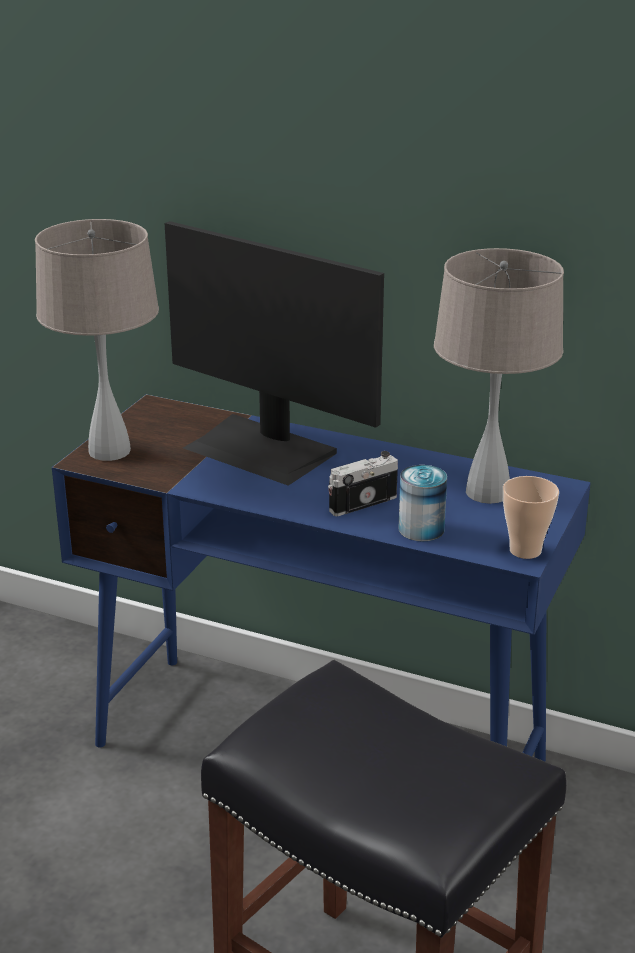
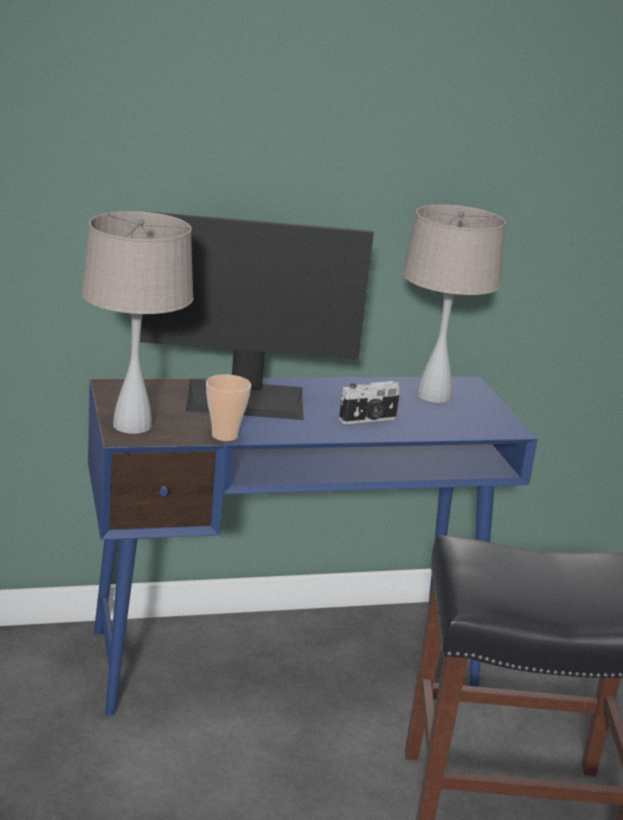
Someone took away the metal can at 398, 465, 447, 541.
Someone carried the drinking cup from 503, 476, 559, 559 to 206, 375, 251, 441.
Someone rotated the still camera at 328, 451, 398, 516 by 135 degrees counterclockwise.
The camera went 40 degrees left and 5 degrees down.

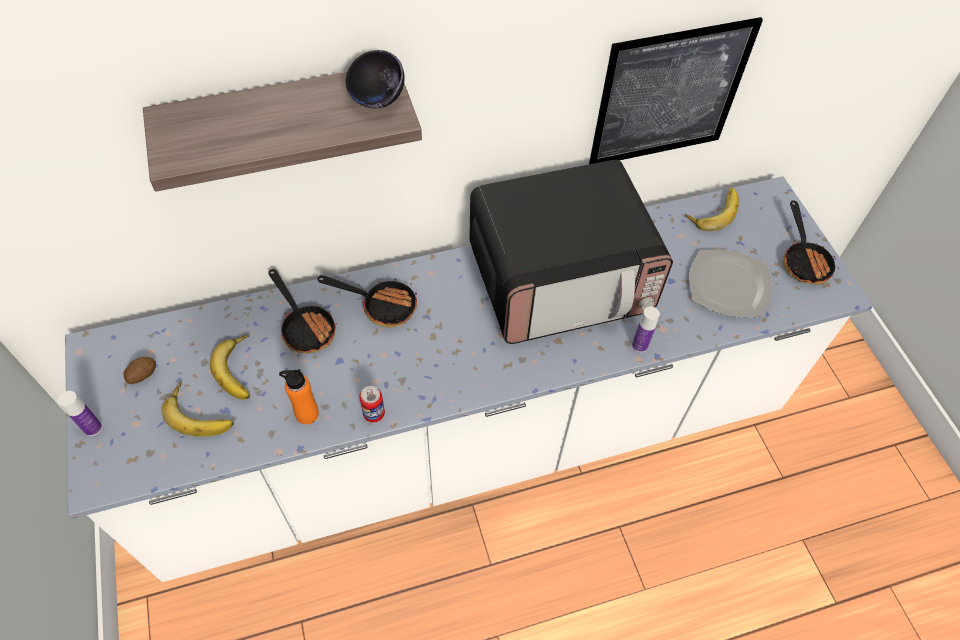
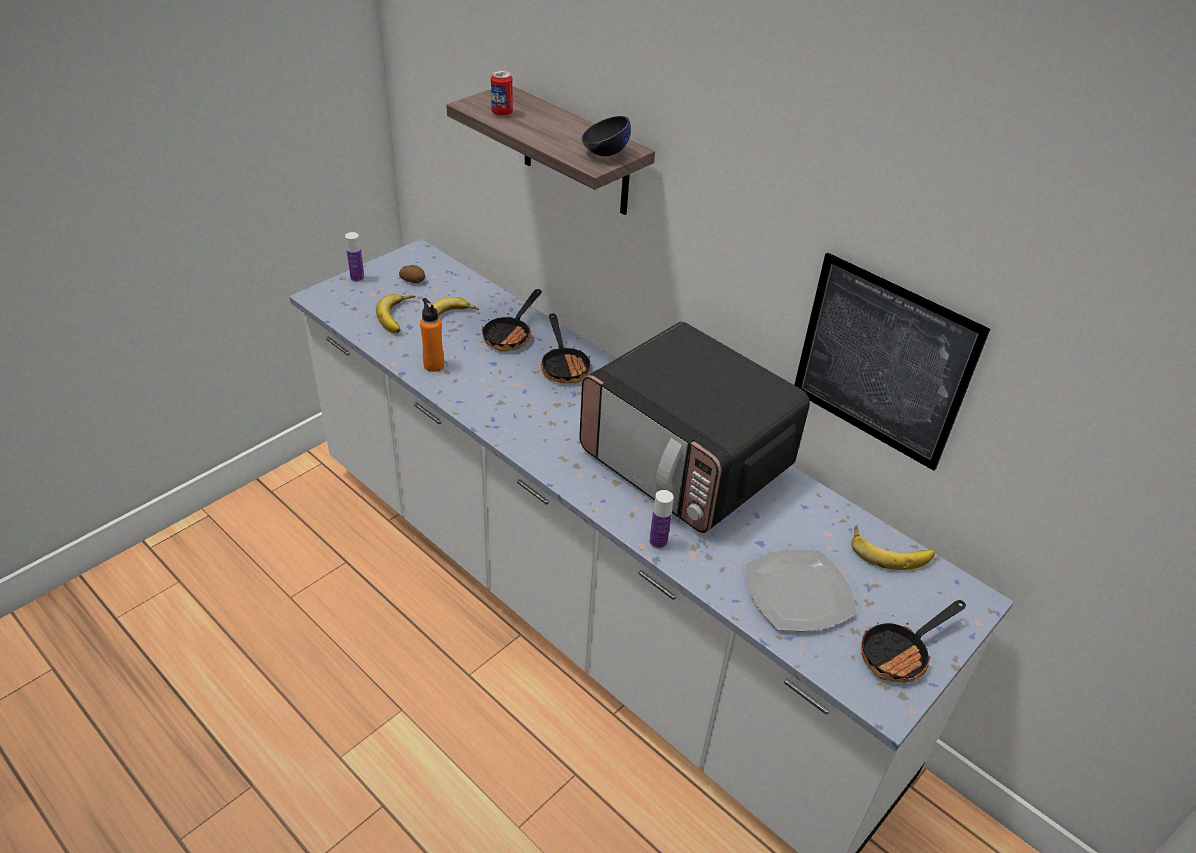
Someone carried the metal can from 359, 386, 385, 423 to 491, 70, 513, 116.
The camera went 60 degrees right and 15 degrees down.

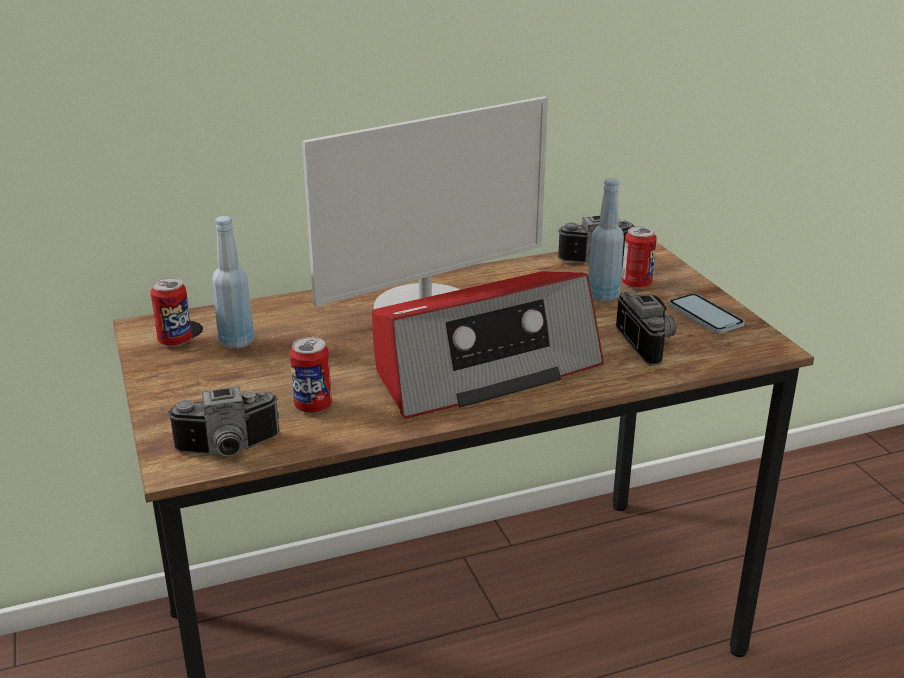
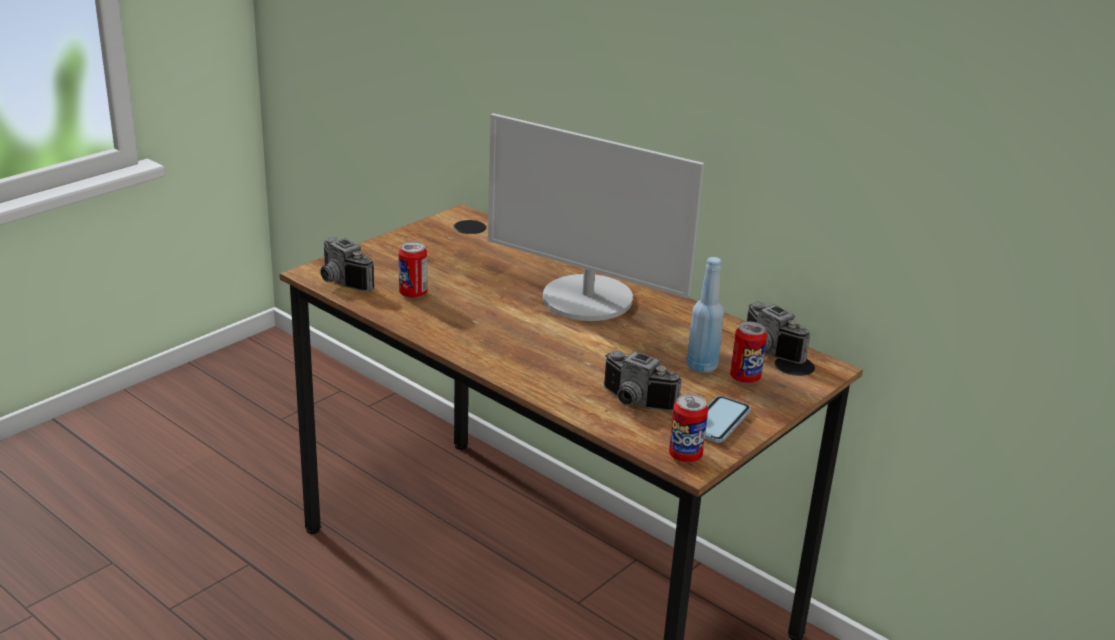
Someone took away the blue-coloured bottle at 212, 216, 254, 349.
Someone took away the radio at 372, 271, 604, 419.
Someone carried the metal can from 150, 278, 192, 347 to 669, 394, 708, 463.
Someone rotated the still camera at 616, 292, 677, 366 by 75 degrees clockwise.
The camera went 60 degrees right and 0 degrees up.

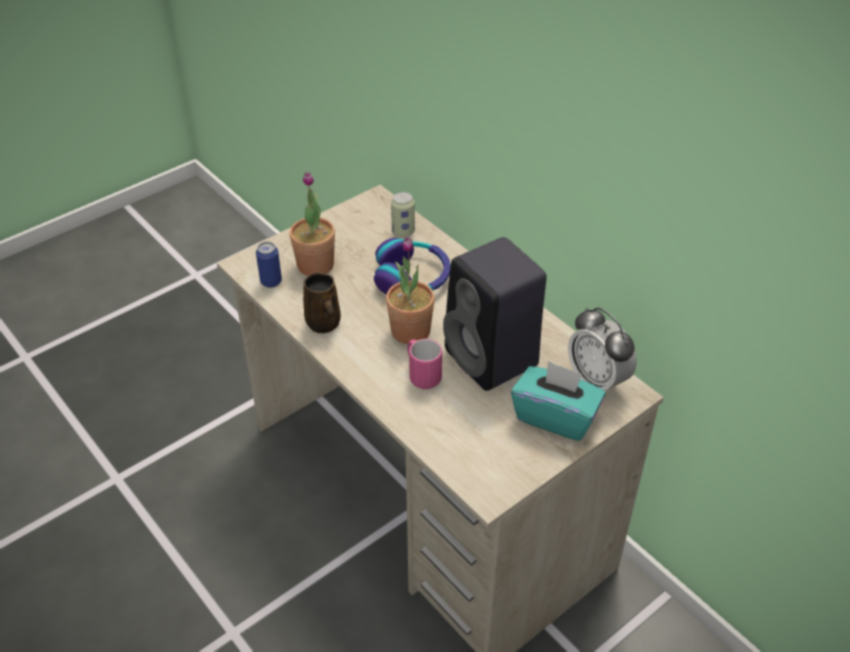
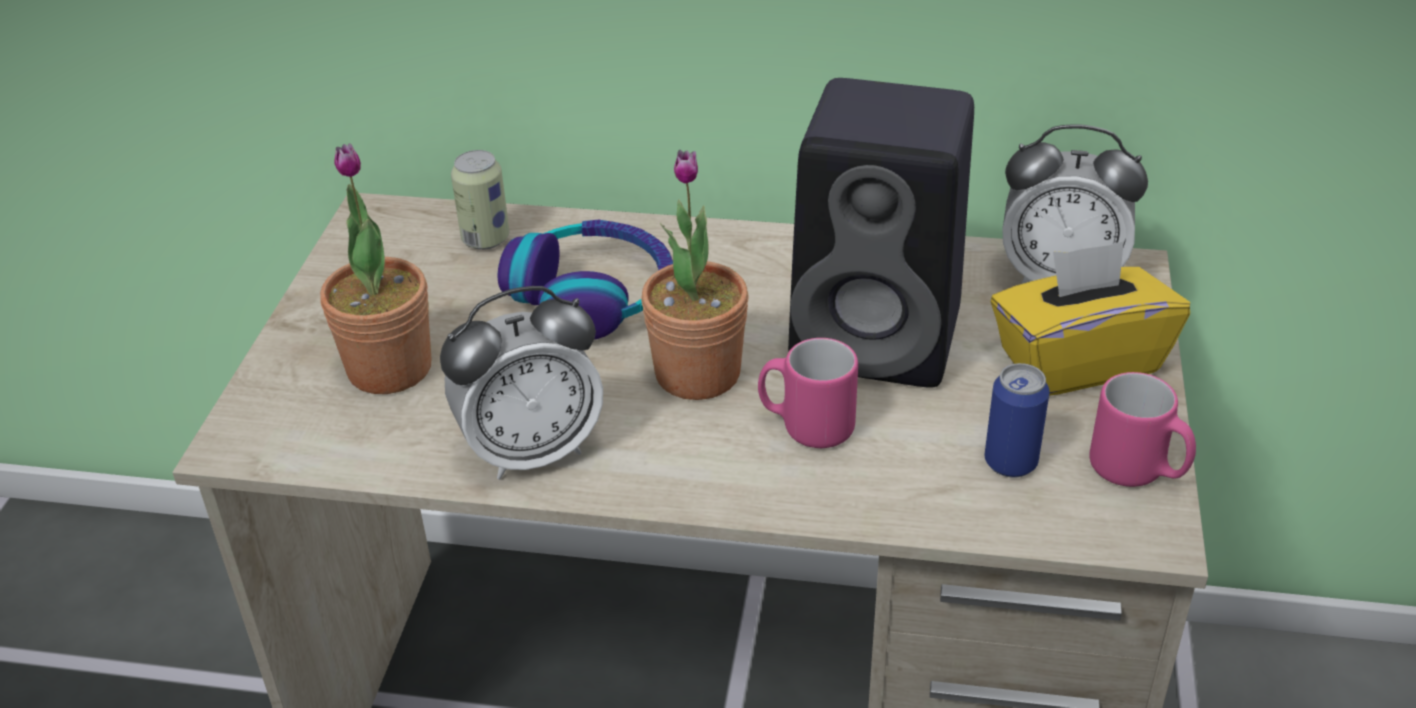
Someone put down the pinkish coffee mug at 1090, 372, 1196, 487.
Someone carried the metal can from 256, 241, 282, 288 to 985, 363, 1050, 478.
Someone swapped the brownish coffee mug at 303, 272, 341, 333 for the table clock at 440, 286, 603, 479.
Someone repainted the turquoise tissue box at 511, 361, 606, 441, which became the yellow-coloured tissue box at 991, 241, 1190, 396.
The camera went 40 degrees left and 5 degrees down.

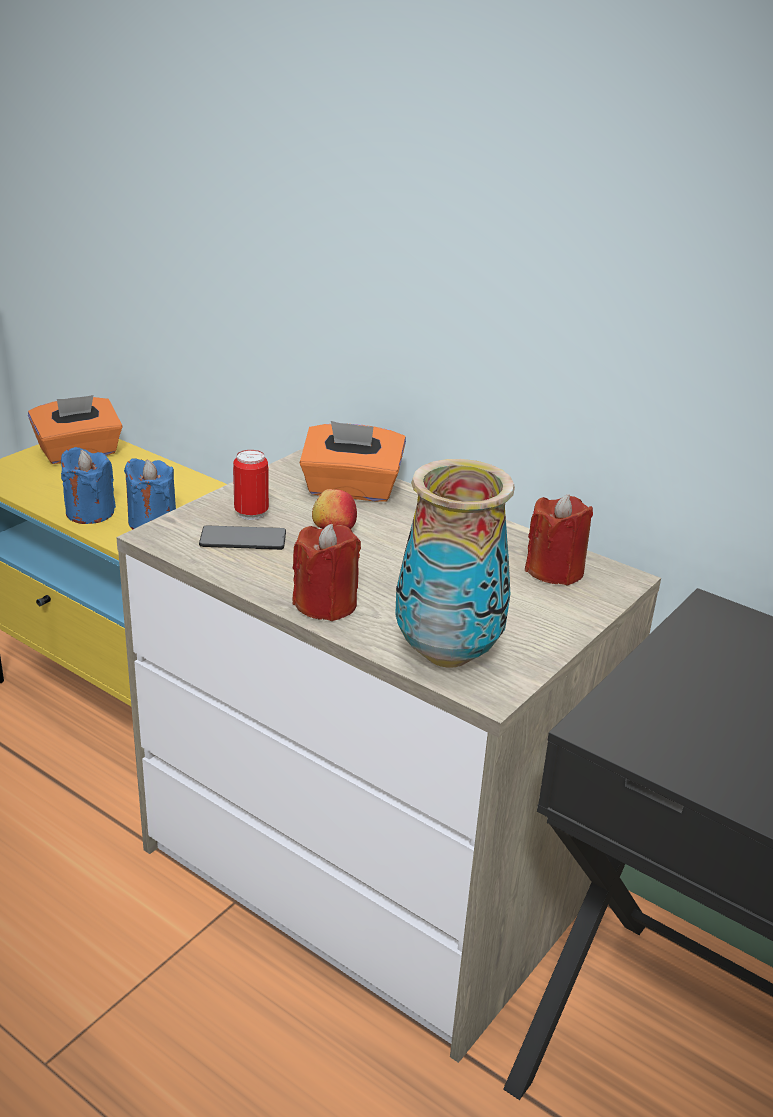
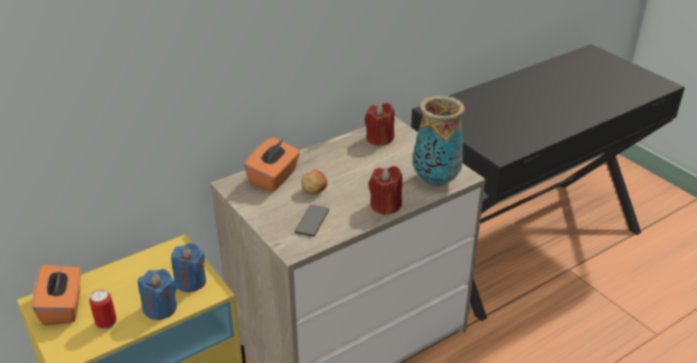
Someone carried the metal can from 233, 450, 269, 520 to 89, 290, 117, 330.
The camera went 70 degrees left and 5 degrees up.

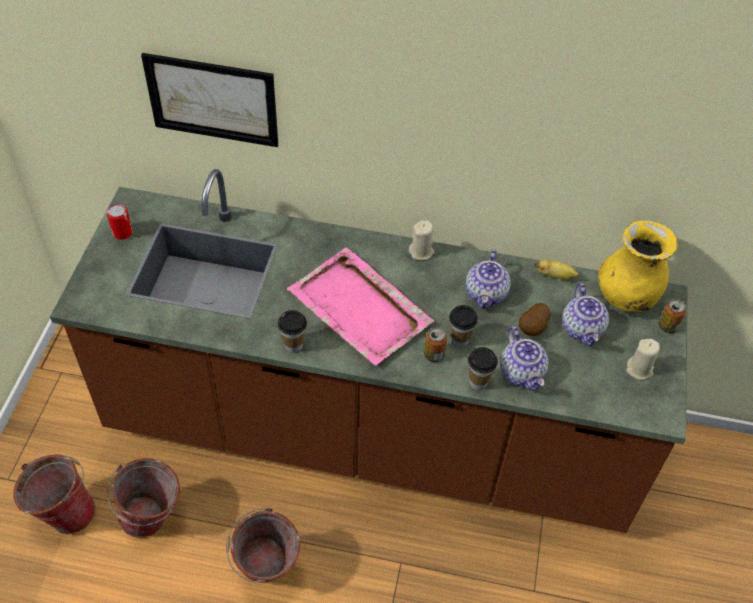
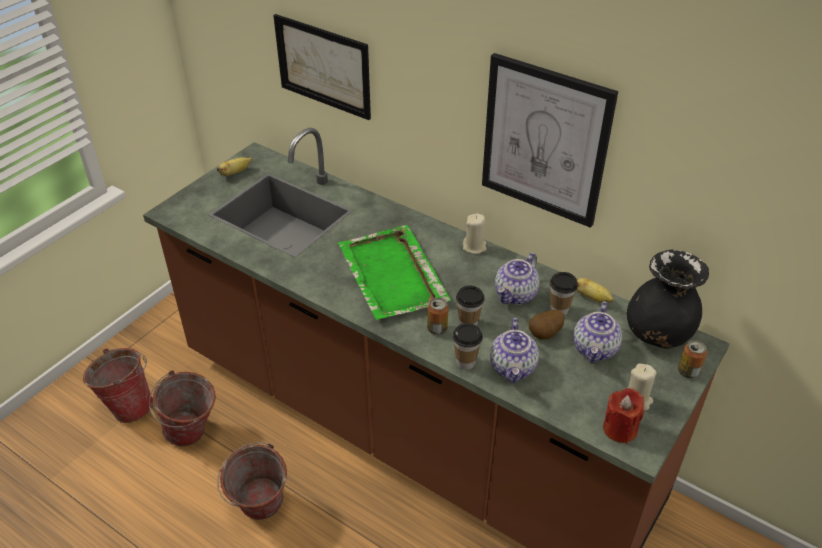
Someone put up the picture at 482, 53, 618, 228.
Someone put down the red wax candle at 603, 388, 644, 444.
Someone carried the drinking cup from 278, 310, 307, 353 to 550, 272, 578, 316.
Someone swapped the metal can at 107, 203, 133, 240 for the banana at 217, 157, 252, 176.
Someone repainted the pinkish serving tray at 287, 247, 434, 366, which became the greenish serving tray at 337, 225, 451, 320.
Someone repainted the yellow-coloured vase at 598, 220, 677, 312, which became the black-coloured vase at 627, 250, 709, 348.
The camera went 25 degrees right and 10 degrees down.

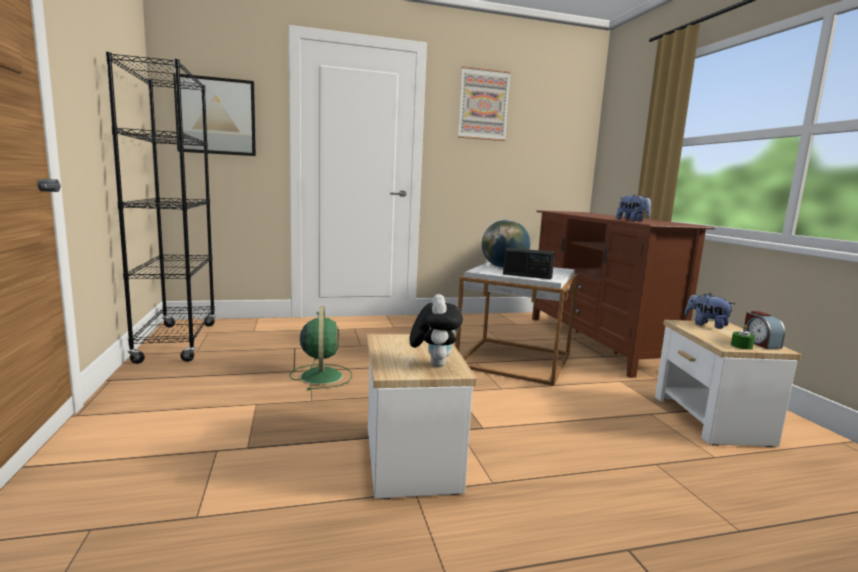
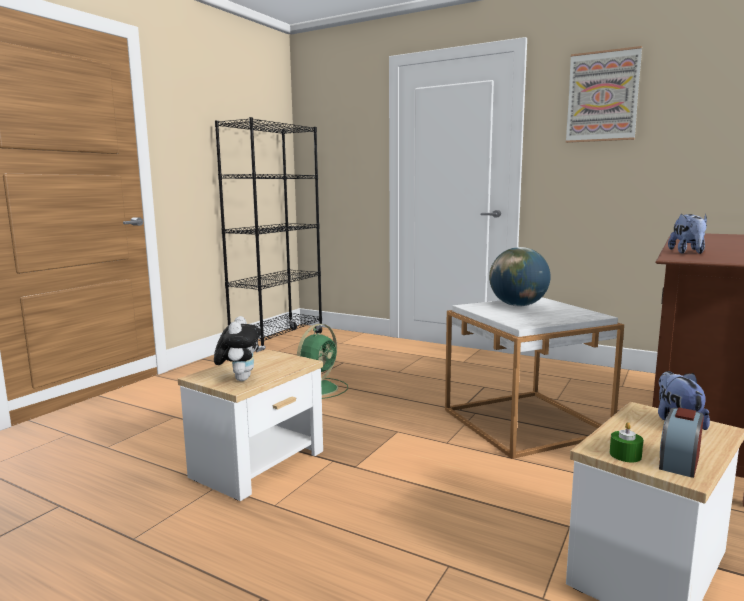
Someone took away the picture at 173, 74, 256, 156.
Someone took away the radio at 503, 248, 555, 279.
Someone rotated the cuddly toy at 410, 294, 463, 367 by 45 degrees counterclockwise.
The camera went 45 degrees right and 0 degrees up.

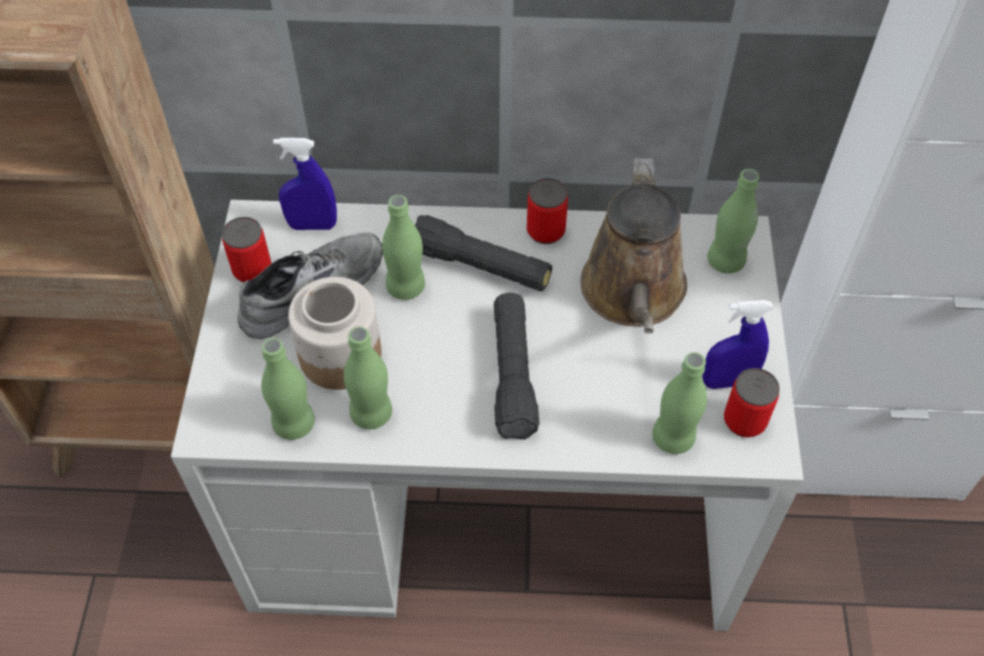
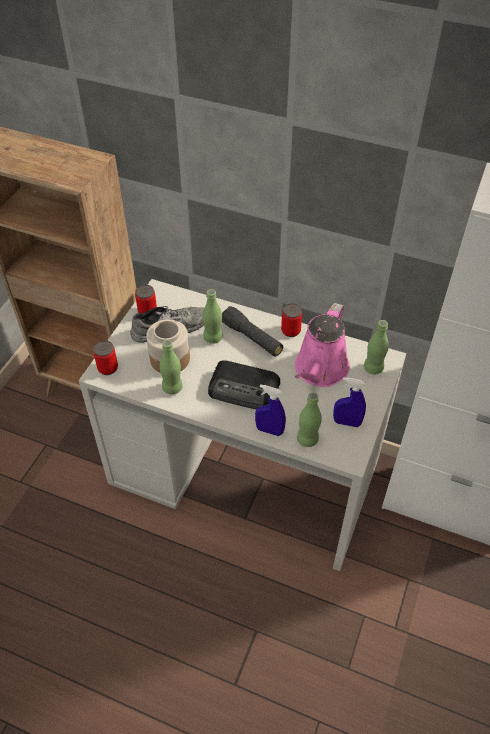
Someone took away the greenish bottle at 261, 338, 315, 440.
Someone carried the blue-coloured sprayer from 273, 138, 337, 230 to 255, 384, 286, 436.
Someone carried the metal can from 724, 368, 780, 437 to 93, 340, 118, 375.
Someone swapped the black-coloured torch at 494, 293, 540, 439 for the radio at 208, 360, 280, 409.
Someone repainted the brownish watering pot at 580, 158, 687, 334, which became the pinkish watering pot at 295, 303, 350, 387.
The camera went 20 degrees right and 5 degrees down.

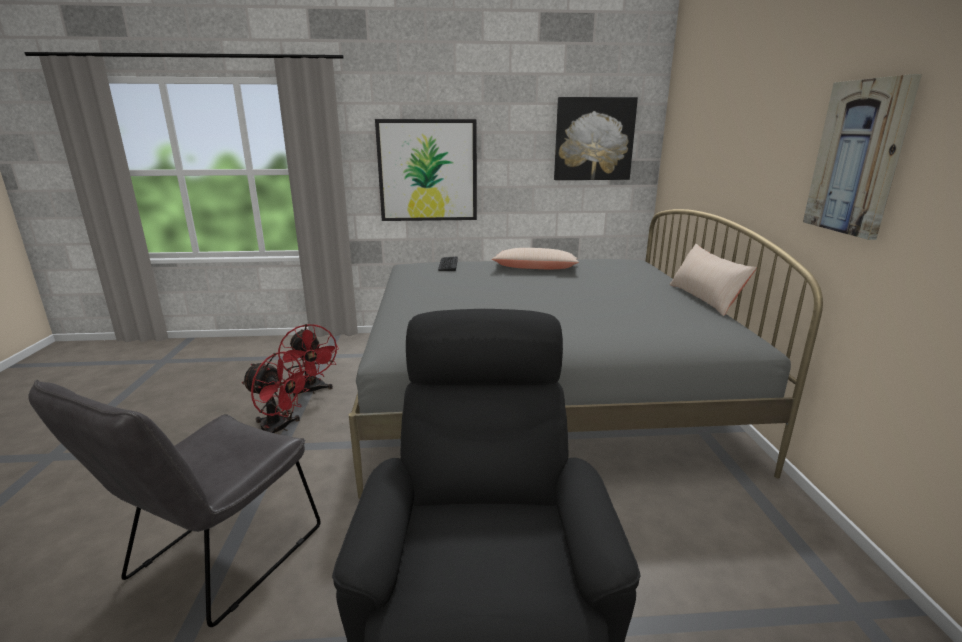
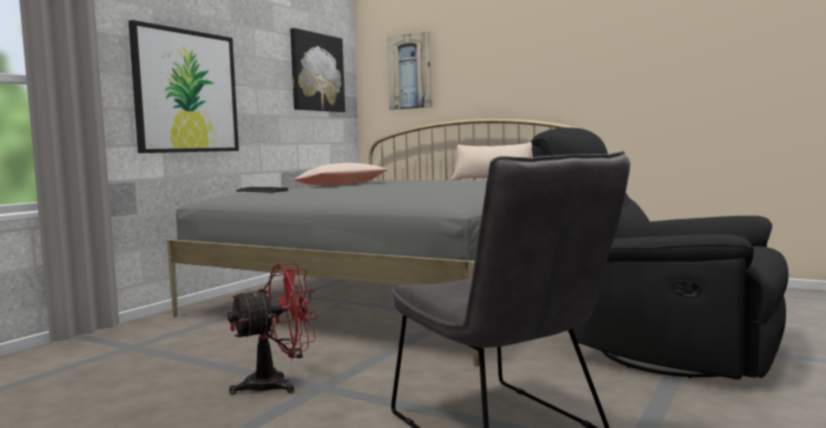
Someone took away the red electric fan at 278, 324, 339, 397.
Someone carried the picture from 803, 74, 922, 240 to 387, 31, 433, 110.
The camera went 55 degrees left and 15 degrees down.

